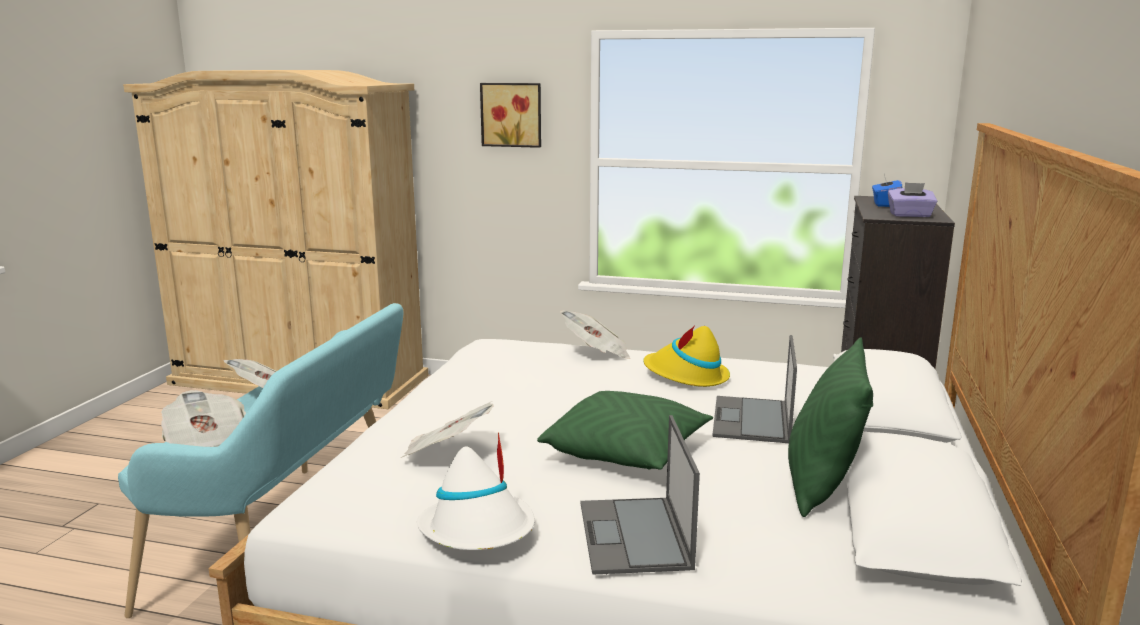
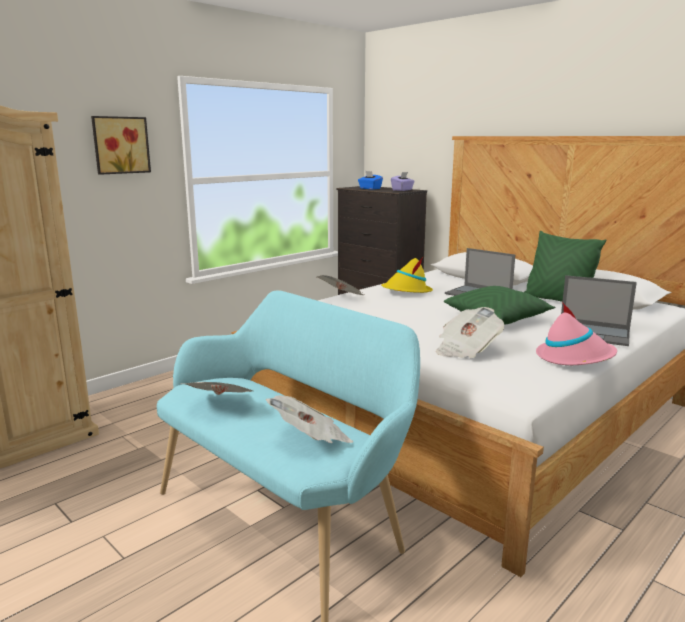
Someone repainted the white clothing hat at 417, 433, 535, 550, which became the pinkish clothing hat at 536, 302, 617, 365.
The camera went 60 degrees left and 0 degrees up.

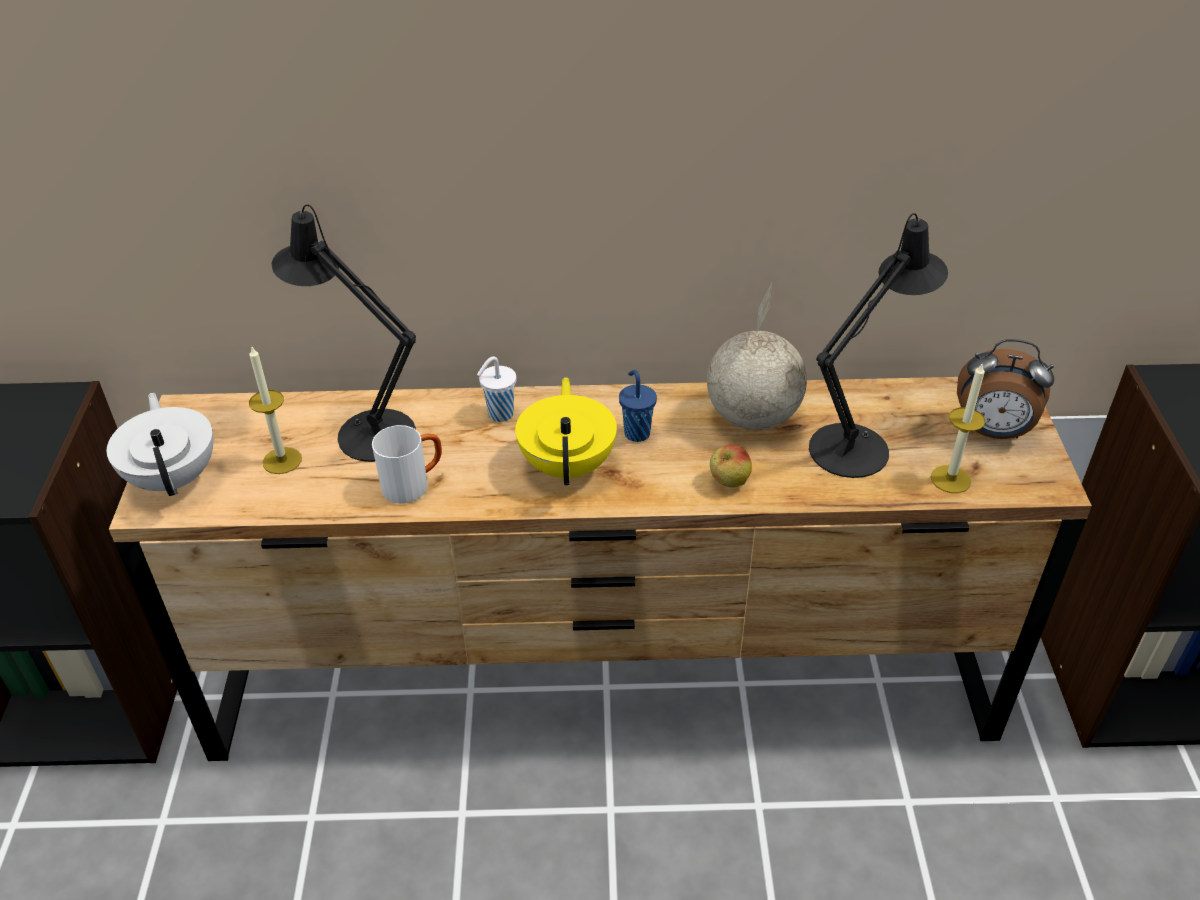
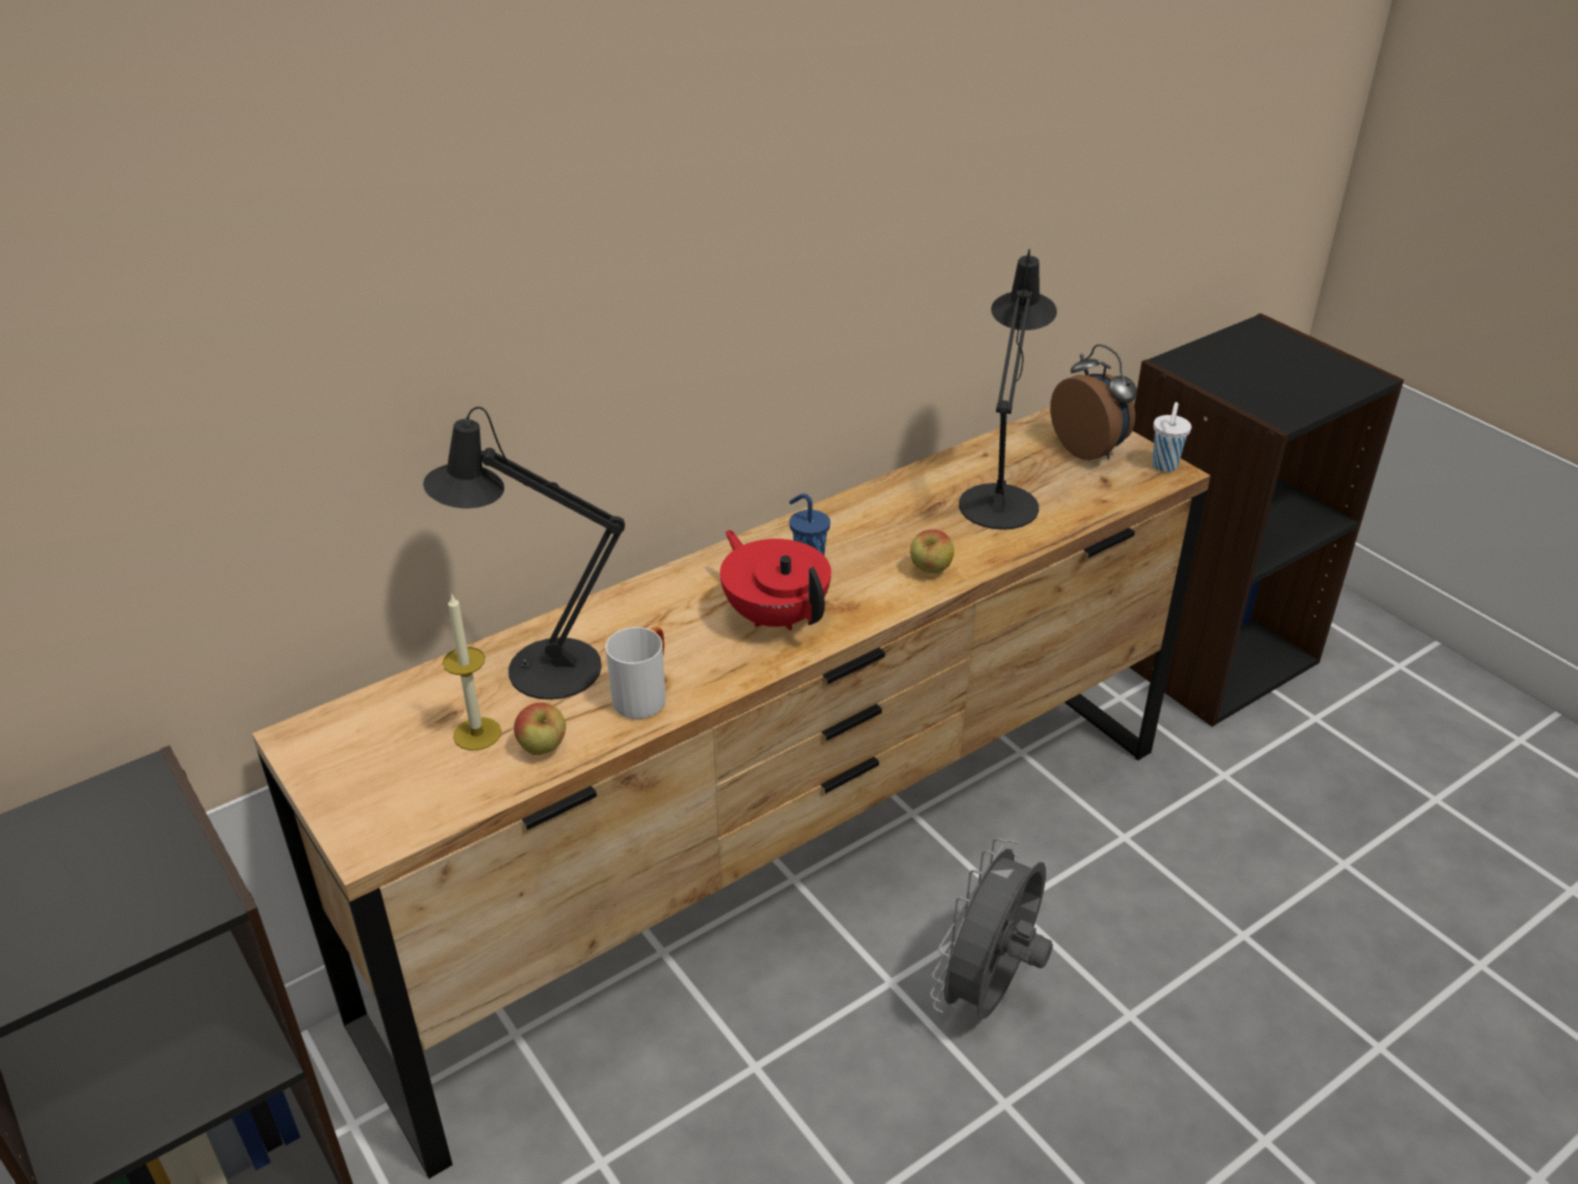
Someone took away the white pot for tea at 107, 393, 214, 496.
Someone took away the globe at 707, 282, 807, 430.
Someone took away the wax candle at 931, 362, 985, 493.
Someone put down the apple fruit at 514, 703, 566, 755.
Someone put down the grey electric fan at 930, 838, 1053, 1019.
Someone carried the white drinking cup from 477, 356, 516, 422 to 1152, 402, 1192, 472.
Someone repainted the yellow-coloured pot for tea at 515, 377, 617, 485, which became the red pot for tea at 720, 530, 831, 630.
Someone rotated the table clock at 957, 339, 1054, 439 by 105 degrees counterclockwise.
The camera went 35 degrees left and 5 degrees down.

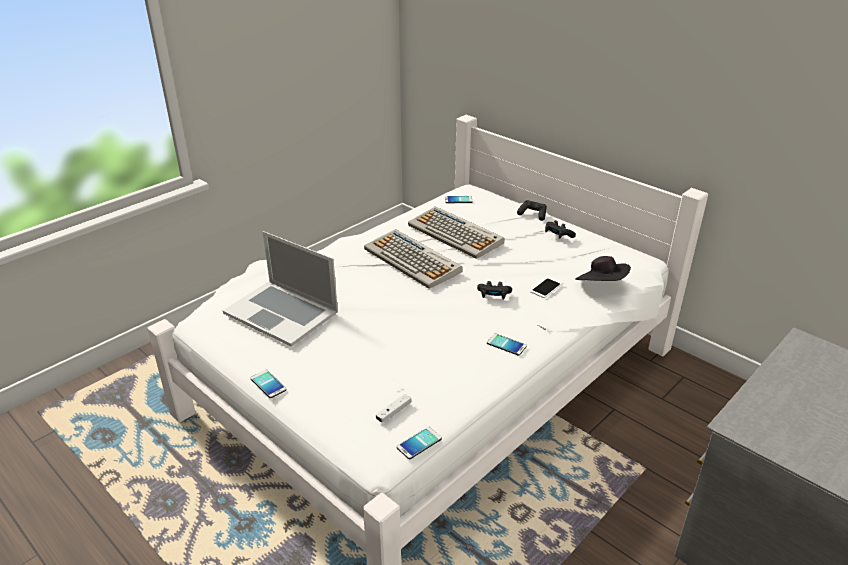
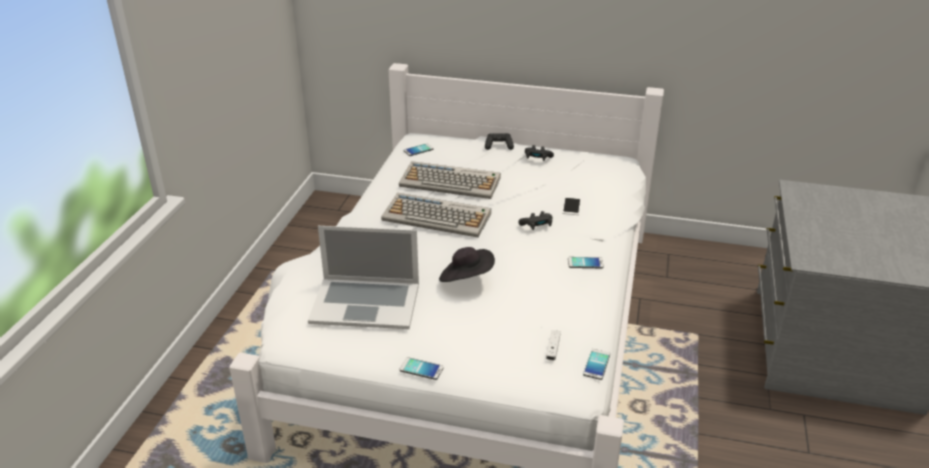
Someone carried the black-coloured clothing hat from 575, 256, 631, 281 to 439, 247, 495, 282.
The camera went 30 degrees left and 0 degrees up.

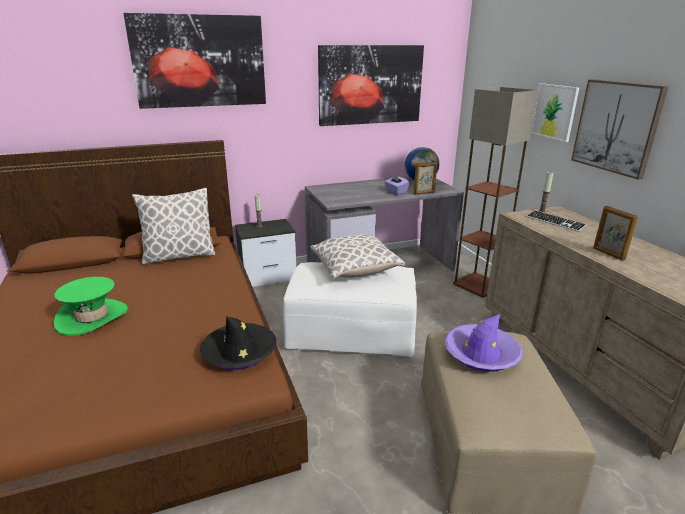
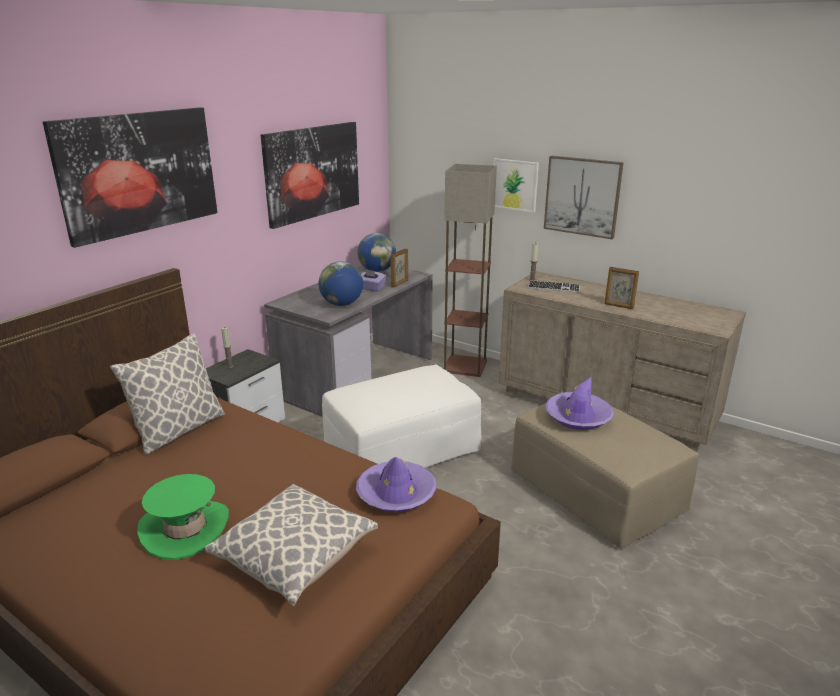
Someone put down the globe at 319, 261, 363, 306.
Someone carried the throw pillow from 311, 234, 405, 279 to 205, 484, 378, 606.
Someone repainted the black-coloured clothing hat at 199, 316, 276, 370, which became the purple clothing hat at 356, 457, 436, 512.
The camera went 35 degrees left and 0 degrees up.

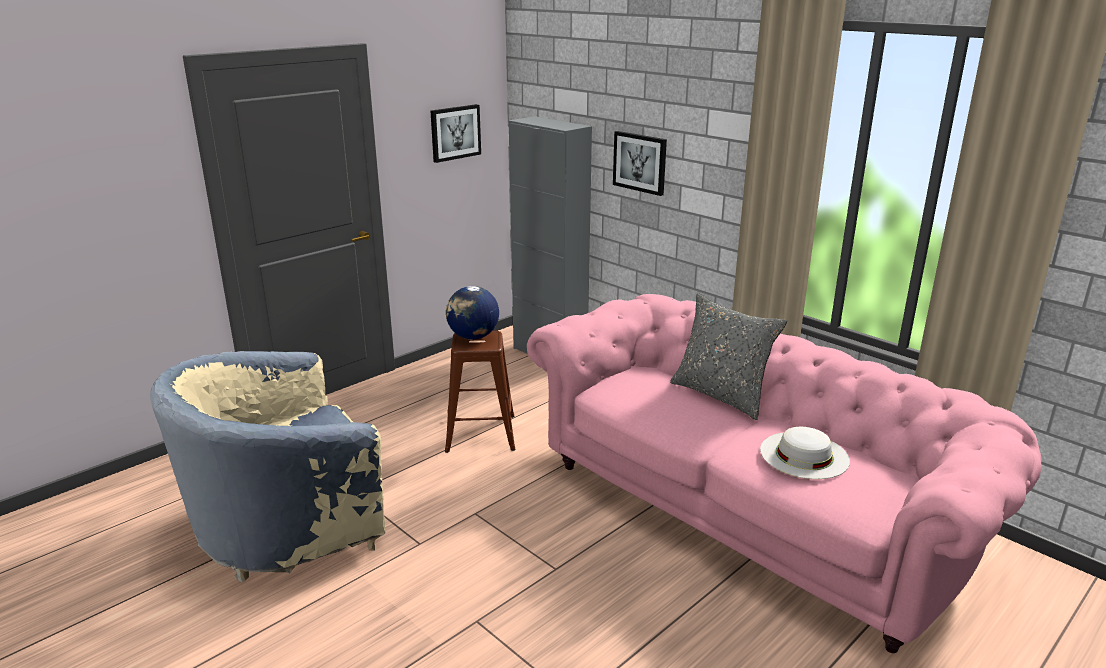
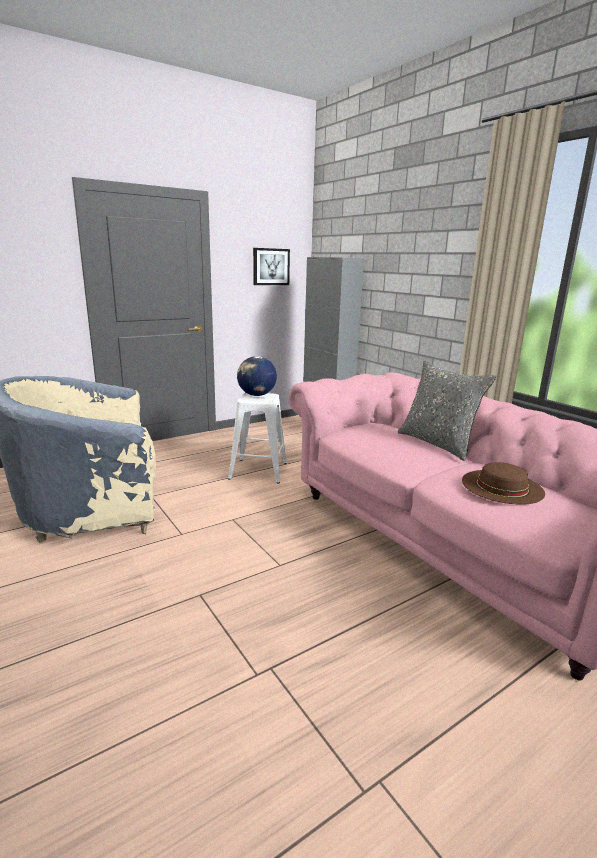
Someone took away the picture at 613, 131, 667, 196.
Someone repainted the brownish stool seat at 445, 331, 516, 453, which became the white stool seat at 228, 393, 287, 483.
Someone repainted the white clothing hat at 760, 427, 850, 479, which became the brownish clothing hat at 462, 462, 545, 505.
The camera went 10 degrees right and 5 degrees down.

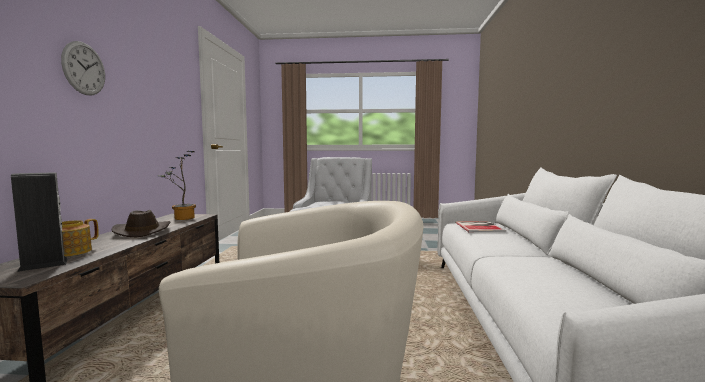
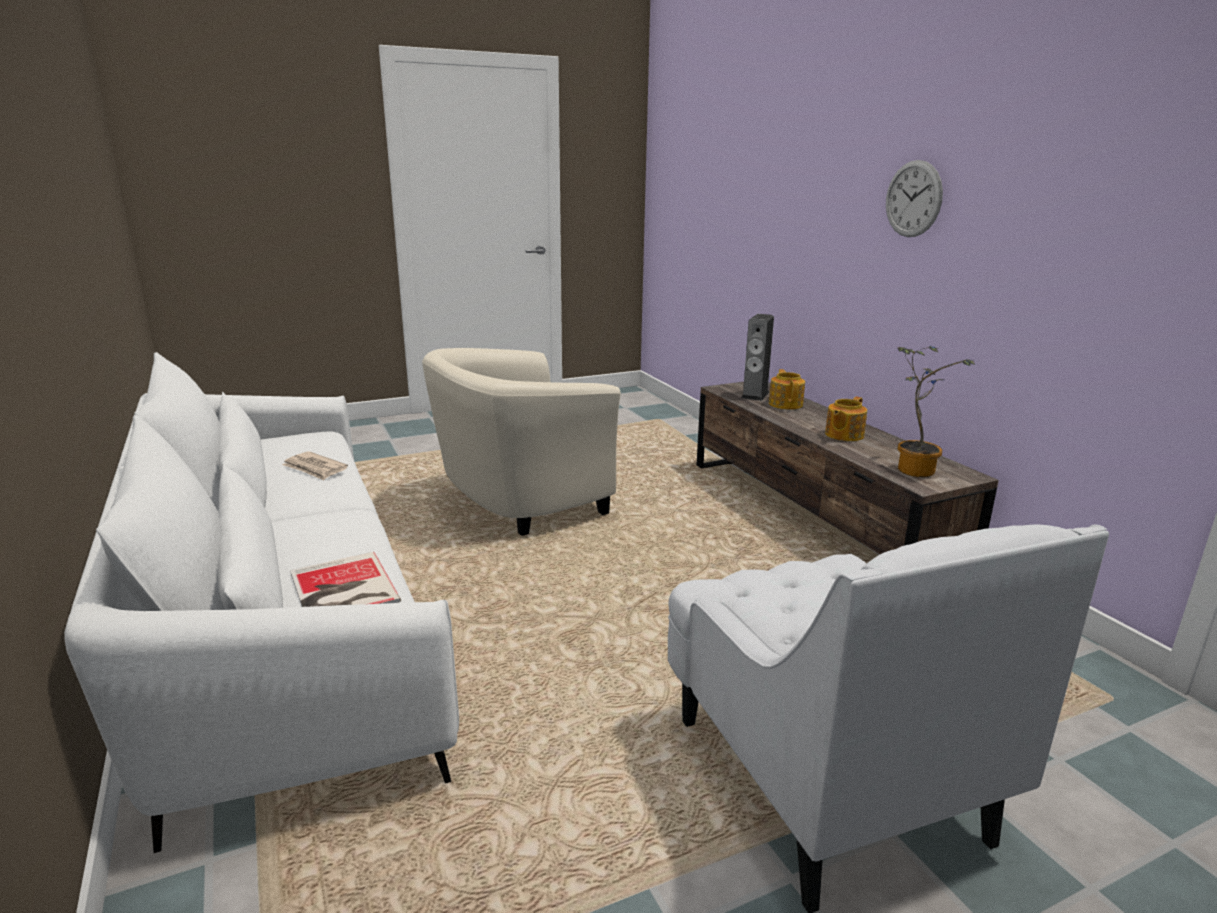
Someone put down the newspaper at 282, 451, 348, 480.
Someone swapped the brownish clothing hat at 111, 210, 171, 237 for the pot for tea at 825, 397, 867, 441.
The camera went 150 degrees right and 15 degrees up.

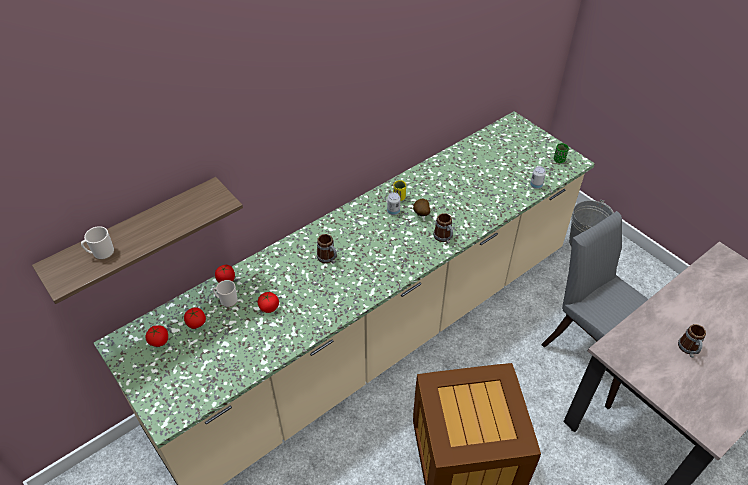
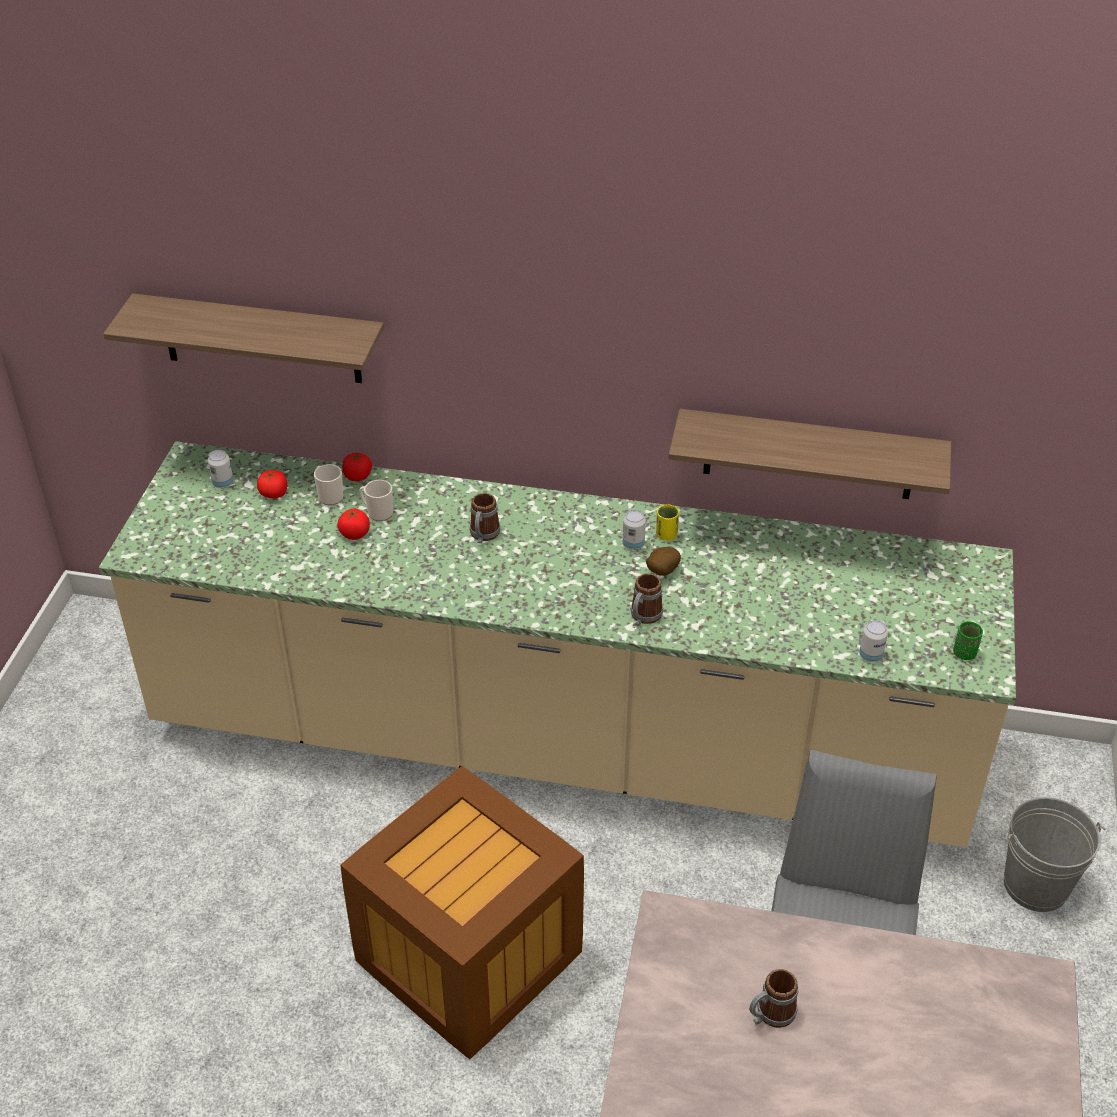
Someone put up the shelf at 669, 409, 951, 499.
Someone carried the coffee mug from 81, 226, 114, 260 to 359, 480, 393, 521.
Someone swapped the whole tomato at 145, 325, 168, 347 for the metal can at 208, 450, 233, 488.
The camera went 50 degrees right and 5 degrees down.

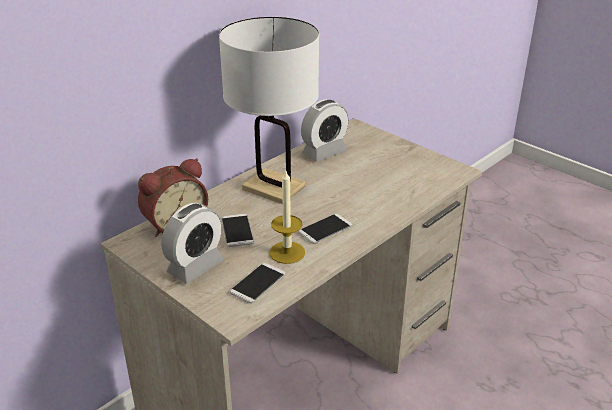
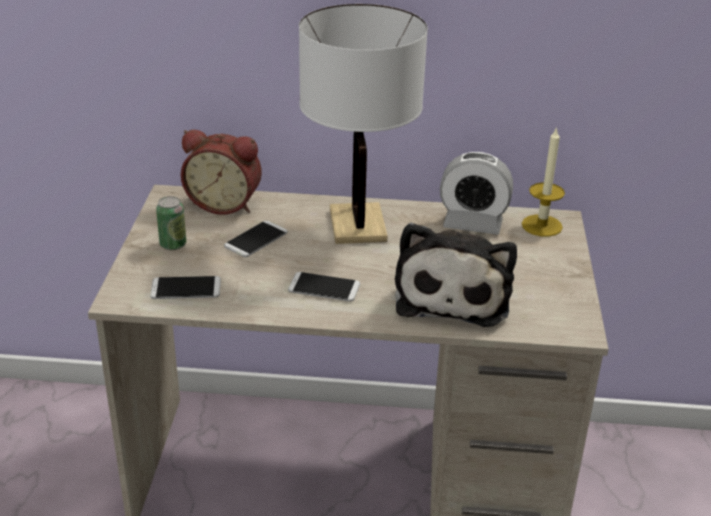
Someone put down the cuddly toy at 395, 222, 517, 327.
Someone carried the wax candle from 269, 171, 305, 264 to 522, 127, 565, 237.
Someone swapped the table clock at 162, 203, 224, 283 for the metal can at 156, 196, 186, 250.
The camera went 50 degrees right and 0 degrees up.

